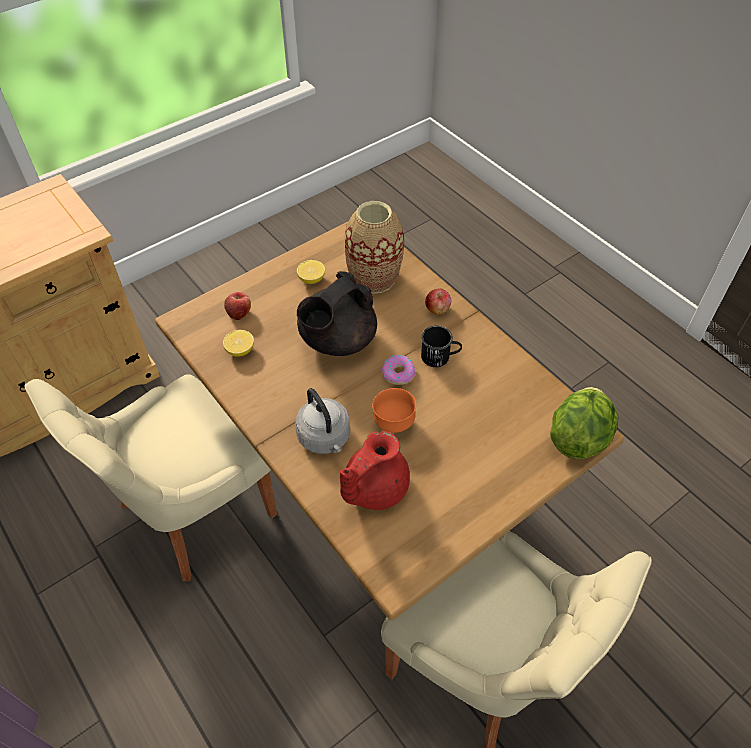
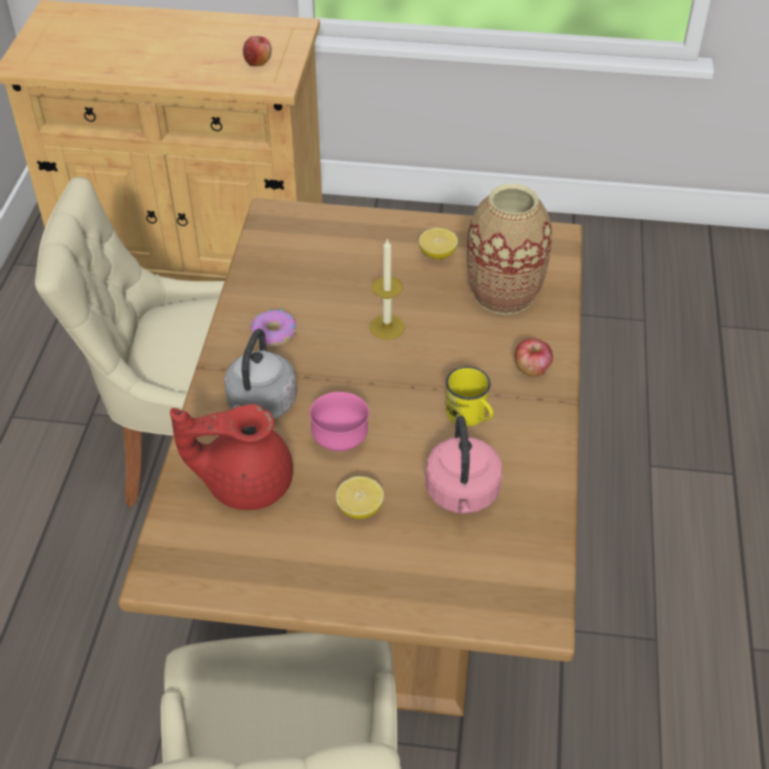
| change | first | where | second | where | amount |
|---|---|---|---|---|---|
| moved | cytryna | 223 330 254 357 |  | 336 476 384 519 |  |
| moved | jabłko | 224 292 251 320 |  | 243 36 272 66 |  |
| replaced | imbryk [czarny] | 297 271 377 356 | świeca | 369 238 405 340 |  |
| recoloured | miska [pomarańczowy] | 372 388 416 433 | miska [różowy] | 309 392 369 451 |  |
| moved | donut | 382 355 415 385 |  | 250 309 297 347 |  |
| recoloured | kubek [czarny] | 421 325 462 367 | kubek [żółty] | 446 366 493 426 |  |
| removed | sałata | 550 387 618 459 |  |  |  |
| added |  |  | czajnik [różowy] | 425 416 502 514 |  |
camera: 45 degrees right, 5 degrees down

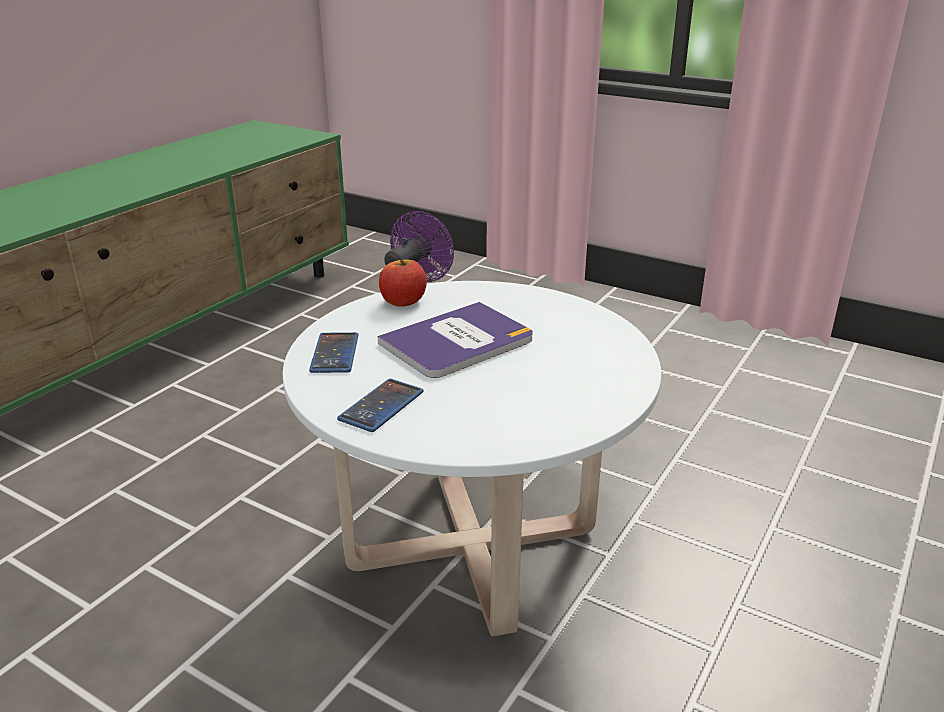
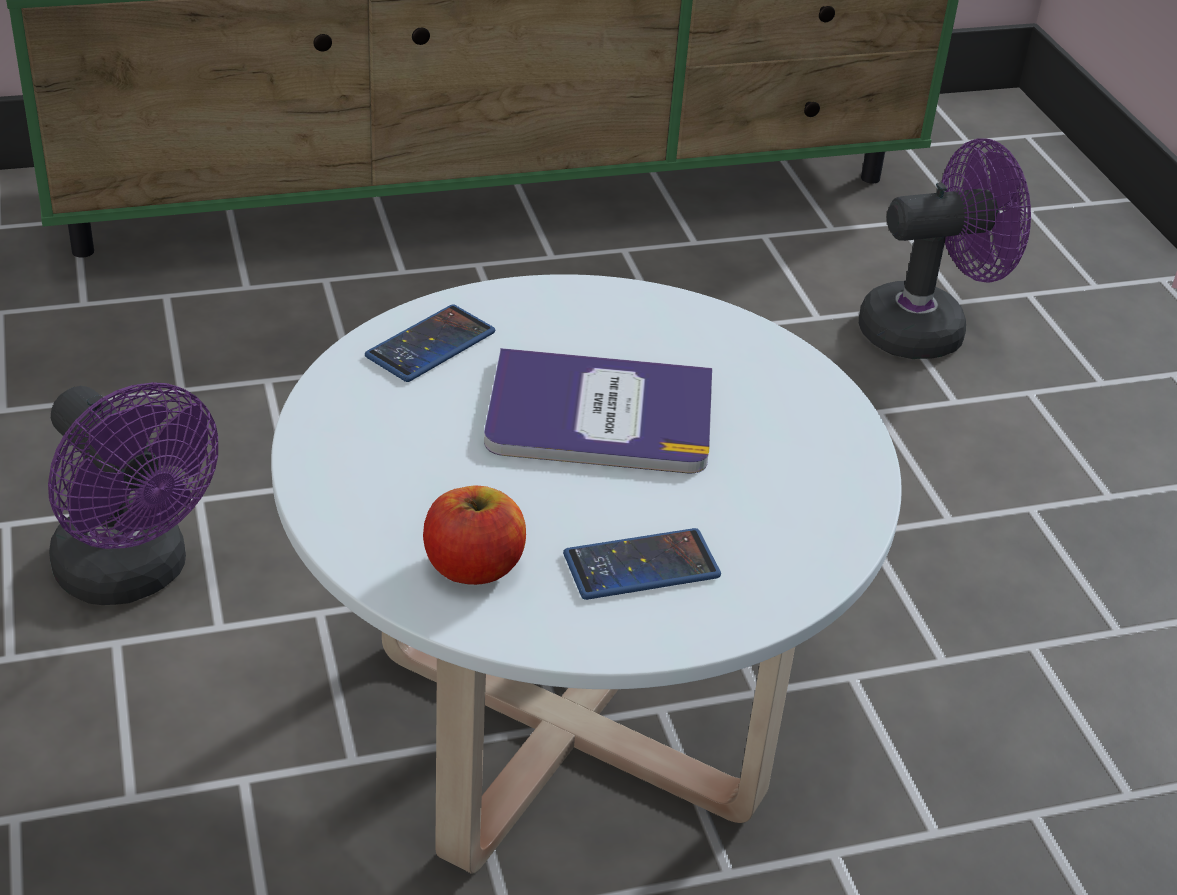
| change | first | where | second | where | amount |
|---|---|---|---|---|---|
| moved | telefon | 337 379 424 432 |  | 563 528 721 600 |  |
| moved | jabłko | 379 259 427 307 |  | 423 486 526 585 |  |
| added |  |  | wentylator [fioletowy] | 48 382 218 605 |  |
camera: 40 degrees right, 10 degrees up

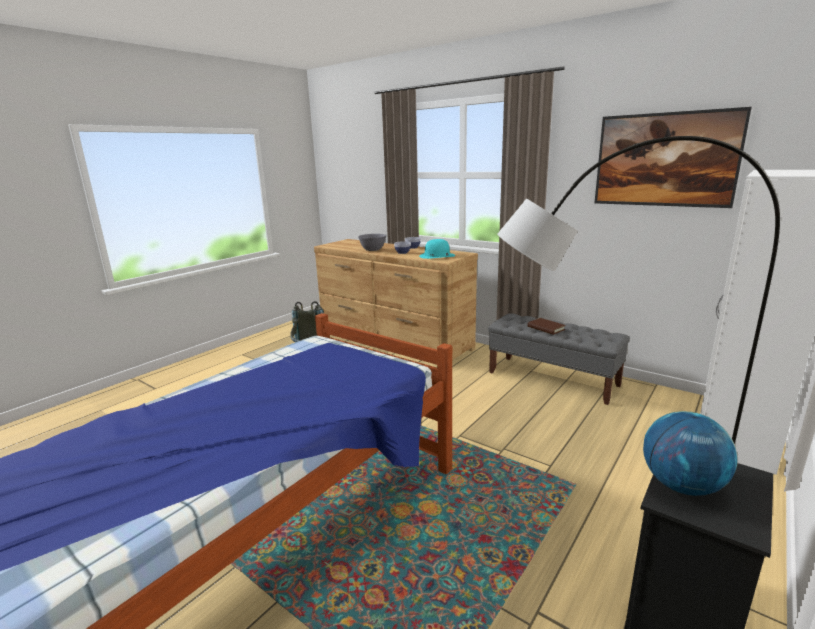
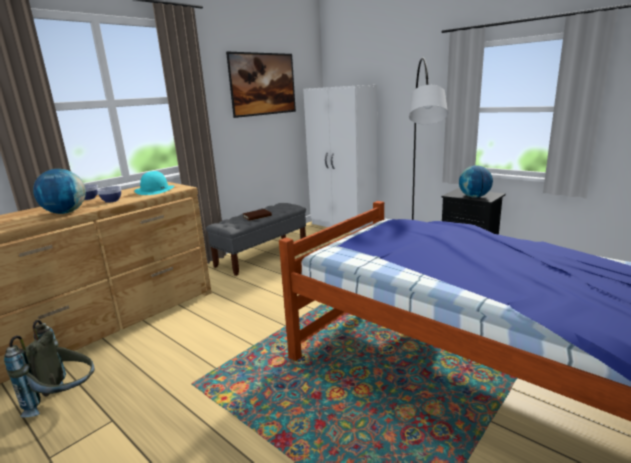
| change | first | where | second | where | amount |
|---|---|---|---|---|---|
| replaced | miska [szary] | 358 234 386 251 | globus | 33 169 86 214 |  |
camera: 85 degrees left, 0 degrees up

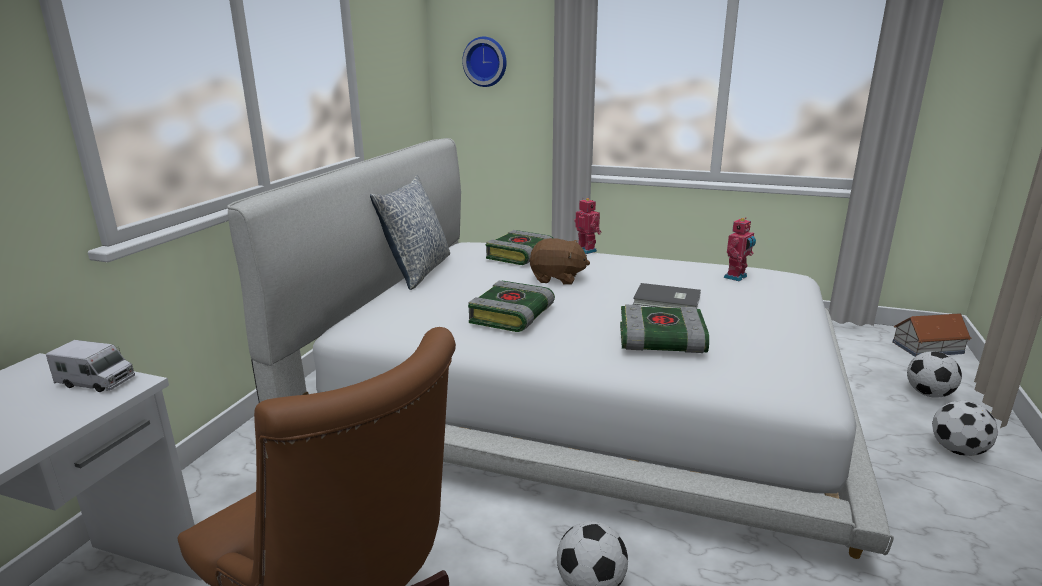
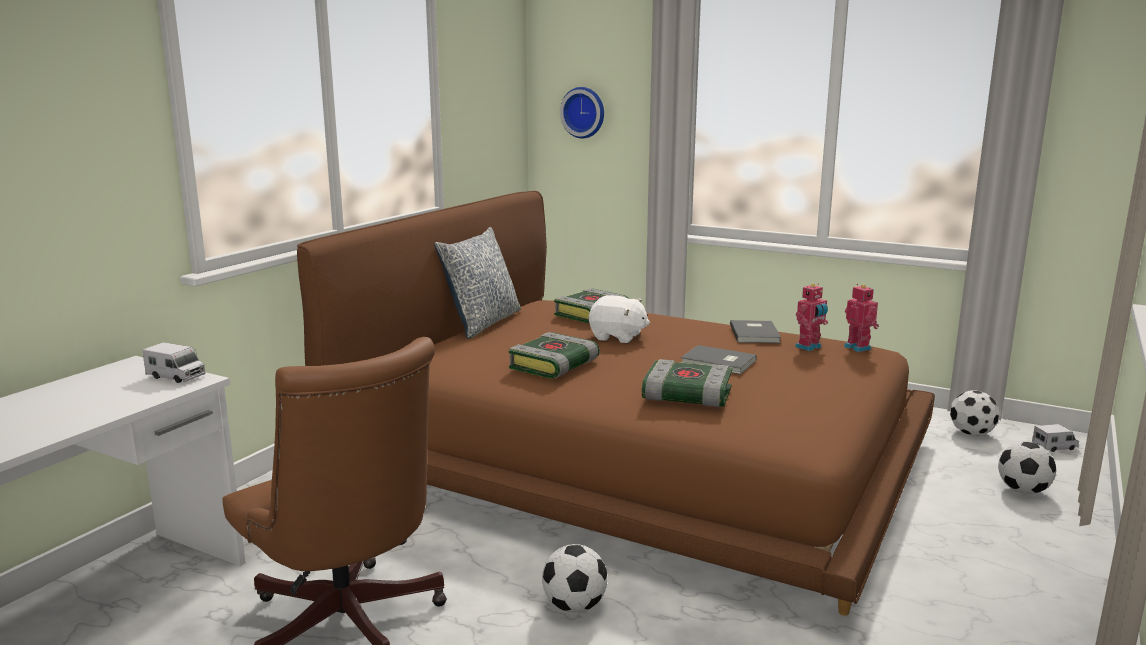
| change | first | where | second | where | amount |
|---|---|---|---|---|---|
| recoloured | łóżko [biały] | 227 138 894 559 | łóżko [brązowy] | 297 191 935 616 |  |
| recoloured | pluszak [brązowy] | 529 238 590 285 | pluszak [biały] | 589 295 650 343 |  |
| moved | robot zabawkowy | 574 198 601 254 |  | 844 284 879 352 |  |
| replaced | domek | 893 313 972 357 | ciężarówka zabawkowa | 1032 424 1079 452 |  |
| moved | piłka futbolowa | 932 401 998 456 |  | 950 390 1000 436 |  |
| added |  |  | książka [szary] | 730 320 781 343 |  |
camera: 10 degrees right, 5 degrees down

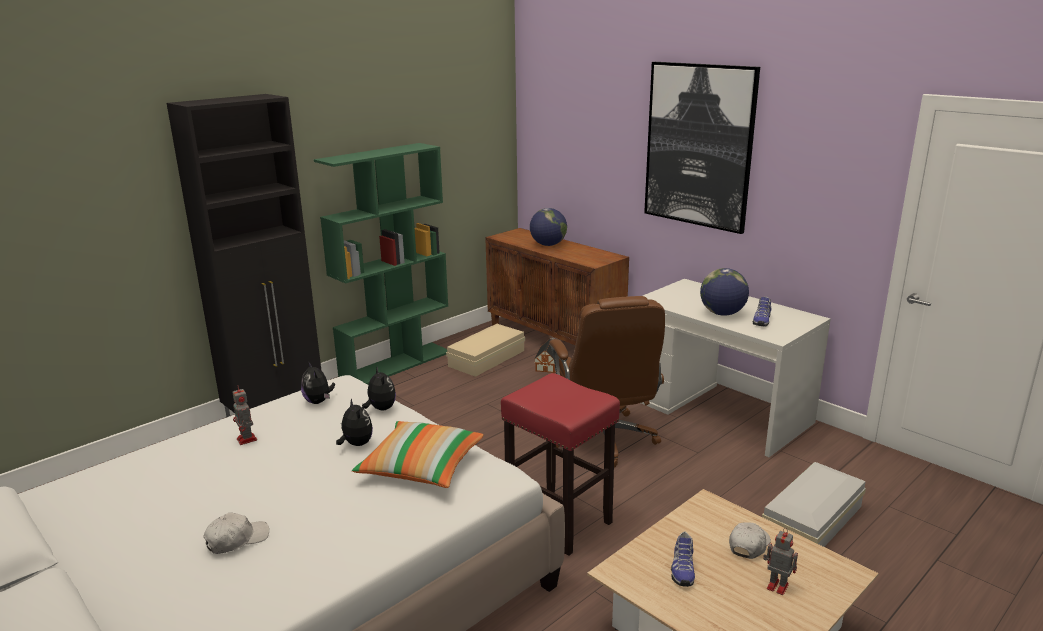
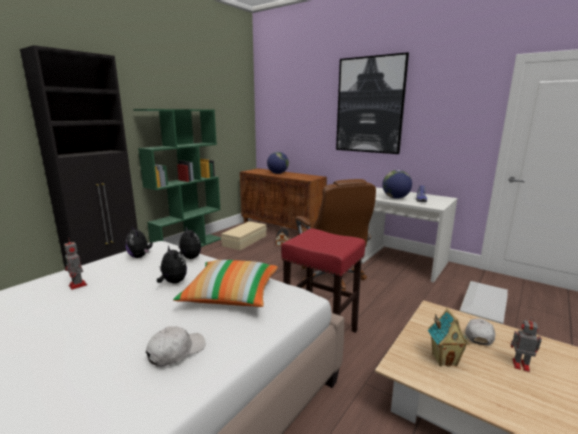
| change | first | where | second | where | amount |
|---|---|---|---|---|---|
| moved | czapka z daszkiem [biały] | 203 513 269 554 |  | 146 326 205 367 |  |
| replaced | but | 671 532 695 587 | domek | 428 307 470 367 |  |
camera: 10 degrees left, 5 degrees down

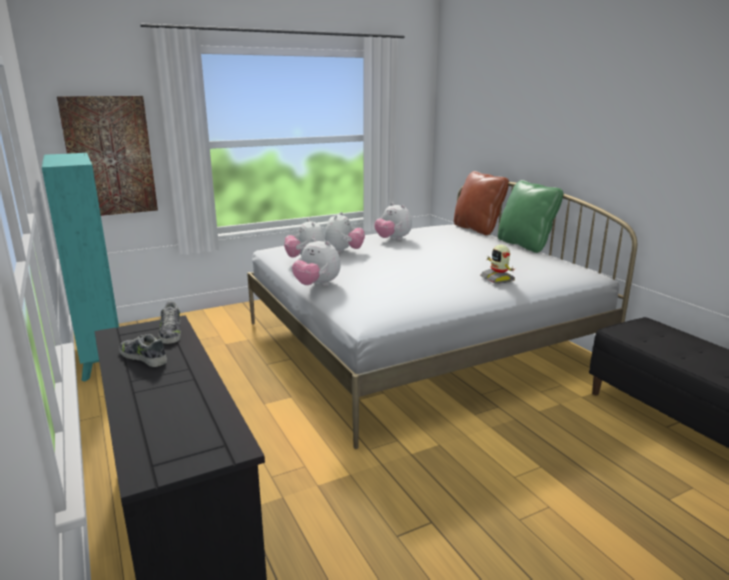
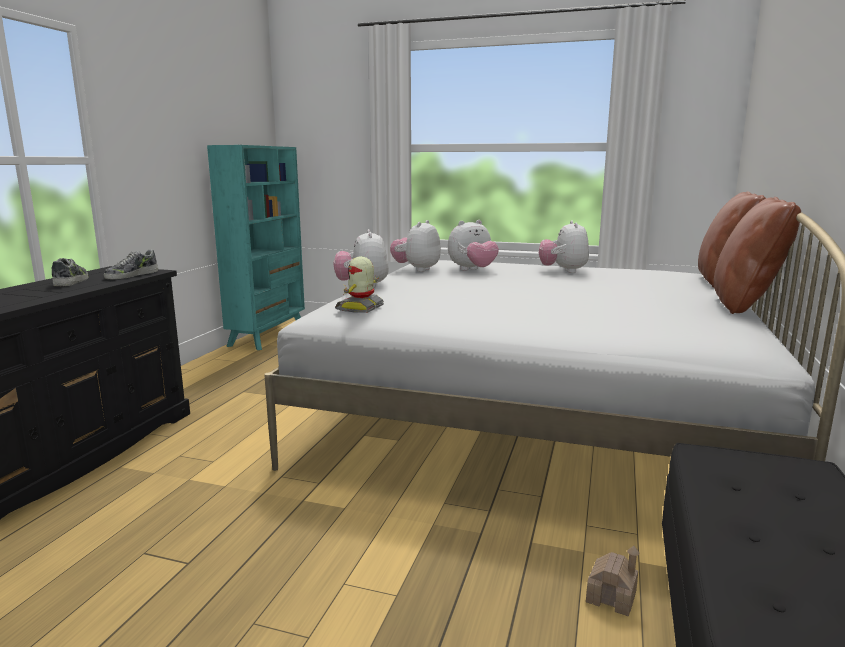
| change | first | where | second | where | amount |
|---|---|---|---|---|---|
| removed | obraz | 57 96 158 216 |  |  |  |
| moved | robot zabawkowy | 480 245 515 284 |  | 335 256 384 313 |  |
| recoloured | poduszka [zielony] | 498 180 564 253 | poduszka [brązowy] | 714 197 801 314 |  |
| added |  |  | domek | 586 546 639 616 |  |
camera: 45 degrees right, 5 degrees down

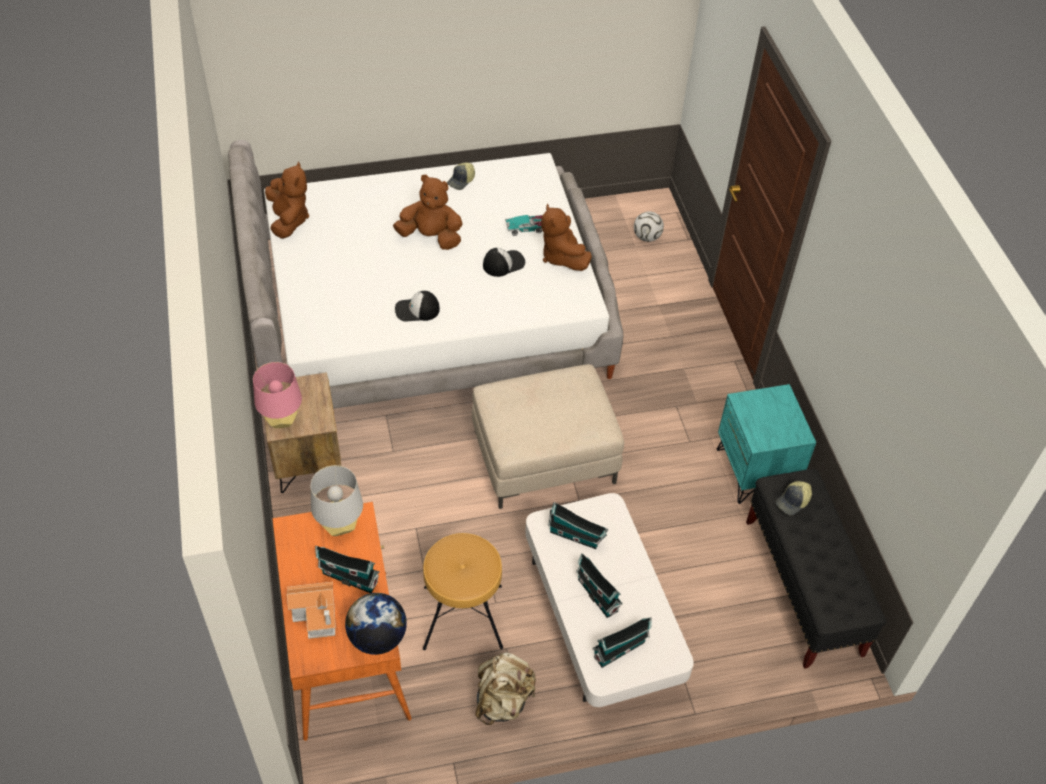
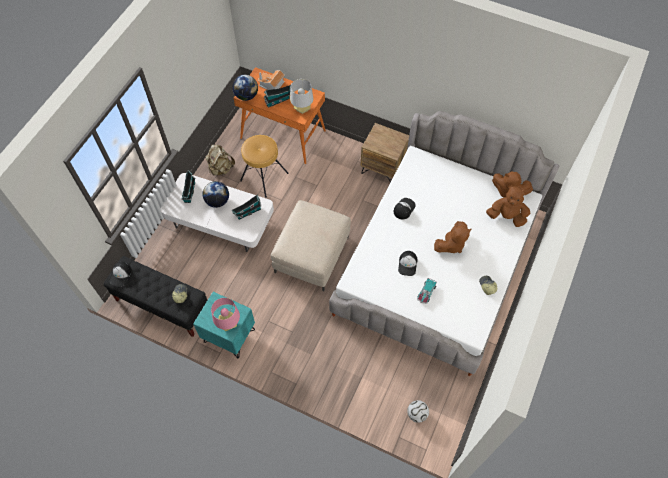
| change | first | where | second | where | amount |
|---|---|---|---|---|---|
| moved | lampa stołowa [różowy] | 253 362 302 428 |  | 211 298 240 331 |  |
| moved | pluszak [brązowy] | 541 203 592 271 |  | 486 185 530 227 |  |
| replaced | domek | 576 553 622 618 | globus | 203 181 229 208 |  |
| added |  |  | czapka z daszkiem | 110 262 132 287 |  |
camera: 130 degrees right, 10 degrees up

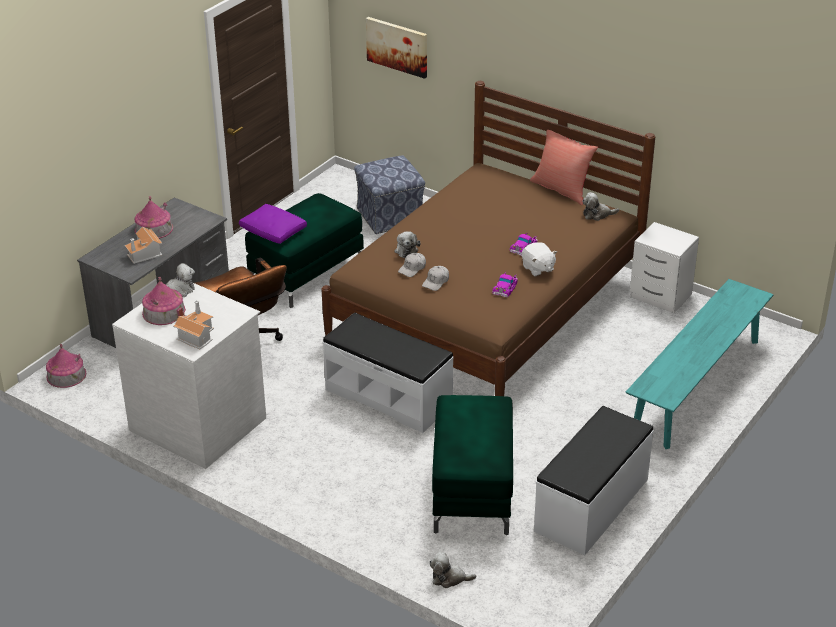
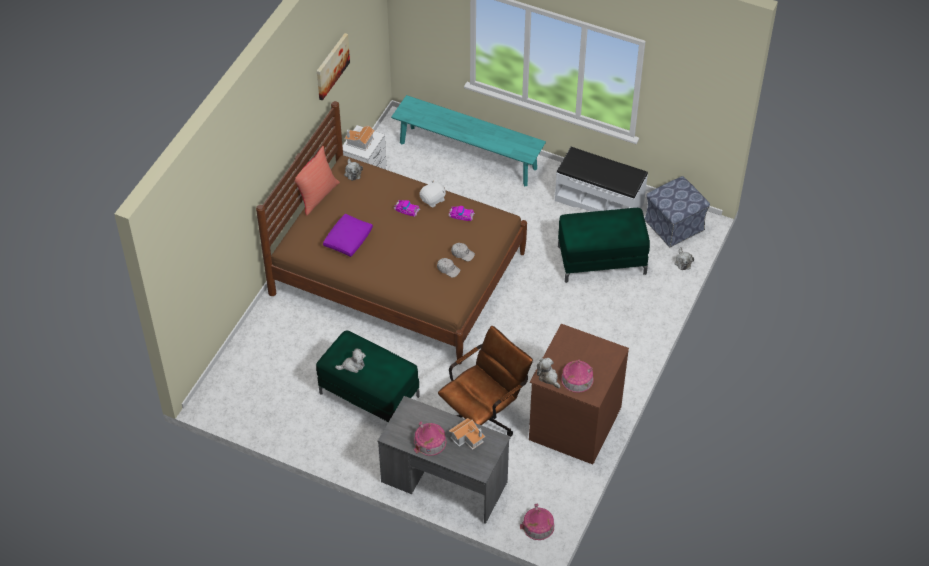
| change | first | where | second | where | amount |
|---|---|---|---|---|---|
| recoloured | komoda [biały] | 112 283 266 469 | komoda [brązowy] | 529 324 629 465 |  |
| moved | domek | 173 300 214 349 |  | 344 126 375 151 |  |
| moved | poduszka [fioletowy] | 239 204 307 244 |  | 323 214 373 257 |  |
| removed | ławka [biały] | 322 313 453 433 |  |  |  |
| moved | pufa | 354 155 425 234 |  | 645 176 710 247 |  |
| moved | obraz | 366 17 427 79 |  | 317 33 350 100 |  |
| moved | pluszak | 395 231 420 258 |  | 335 349 366 373 |  |
camera: 100 degrees left, 15 degrees up

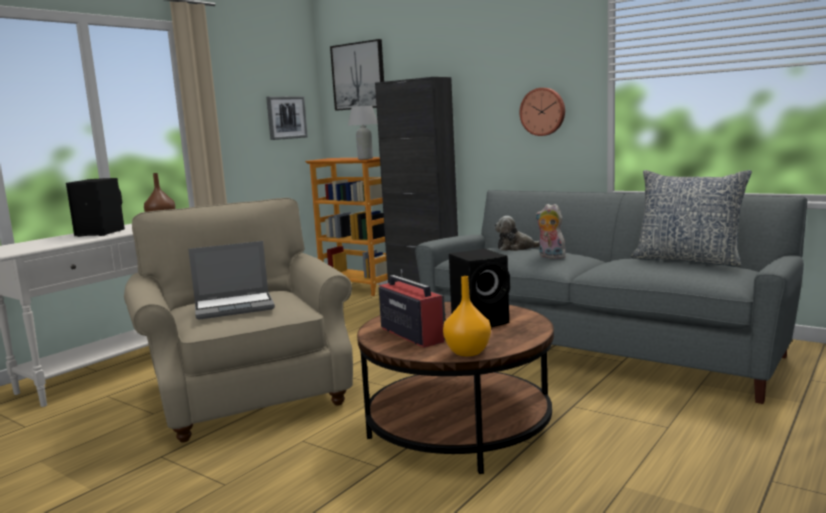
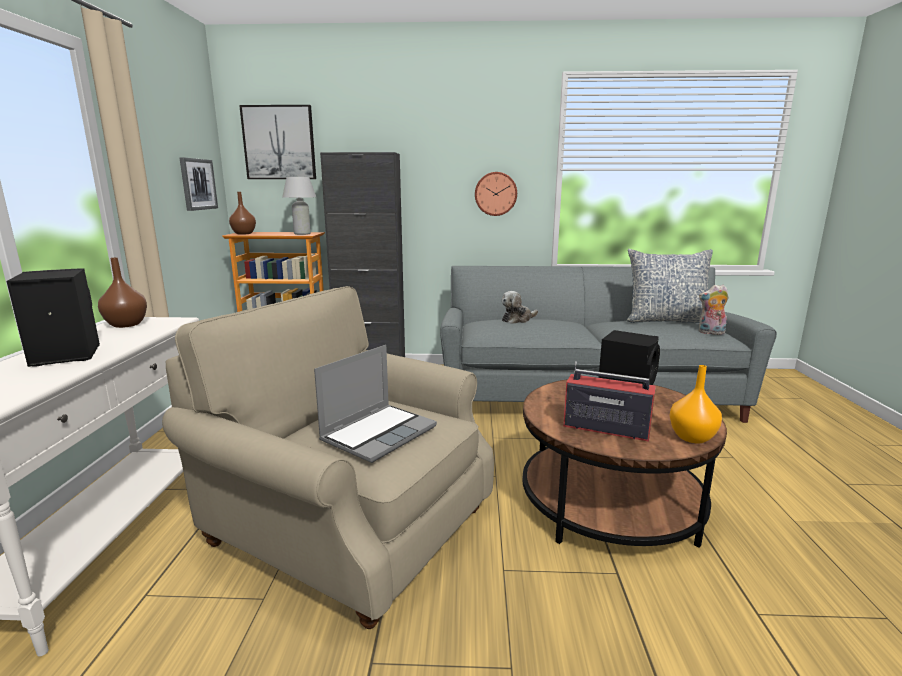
| change | first | where | second | where | amount |
|---|---|---|---|---|---|
| moved | pluszak | 535 204 566 259 |  | 699 285 729 335 |  |
| added |  |  | wazon [brązowy] | 229 192 256 235 |  |
camera: 35 degrees left, 5 degrees up

